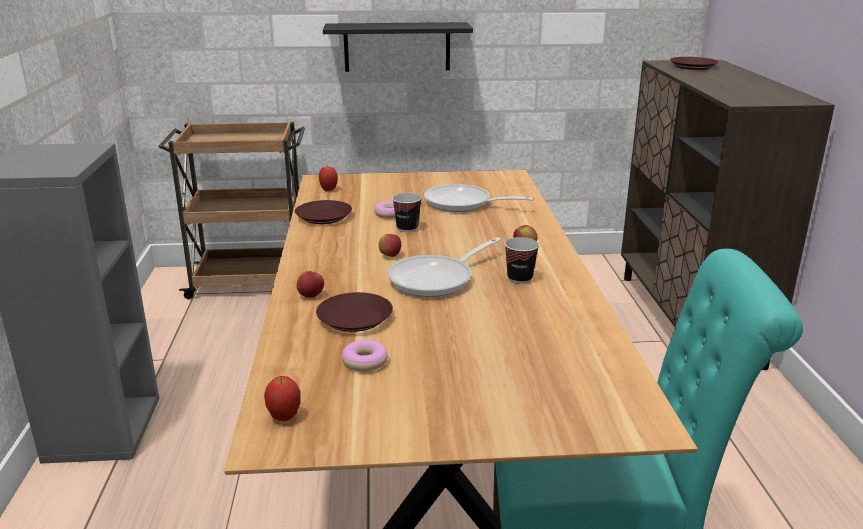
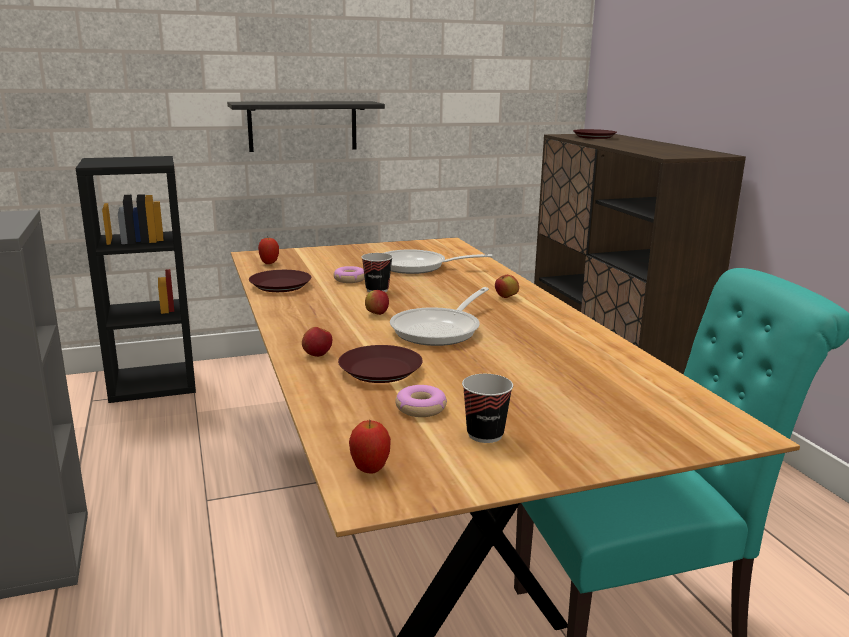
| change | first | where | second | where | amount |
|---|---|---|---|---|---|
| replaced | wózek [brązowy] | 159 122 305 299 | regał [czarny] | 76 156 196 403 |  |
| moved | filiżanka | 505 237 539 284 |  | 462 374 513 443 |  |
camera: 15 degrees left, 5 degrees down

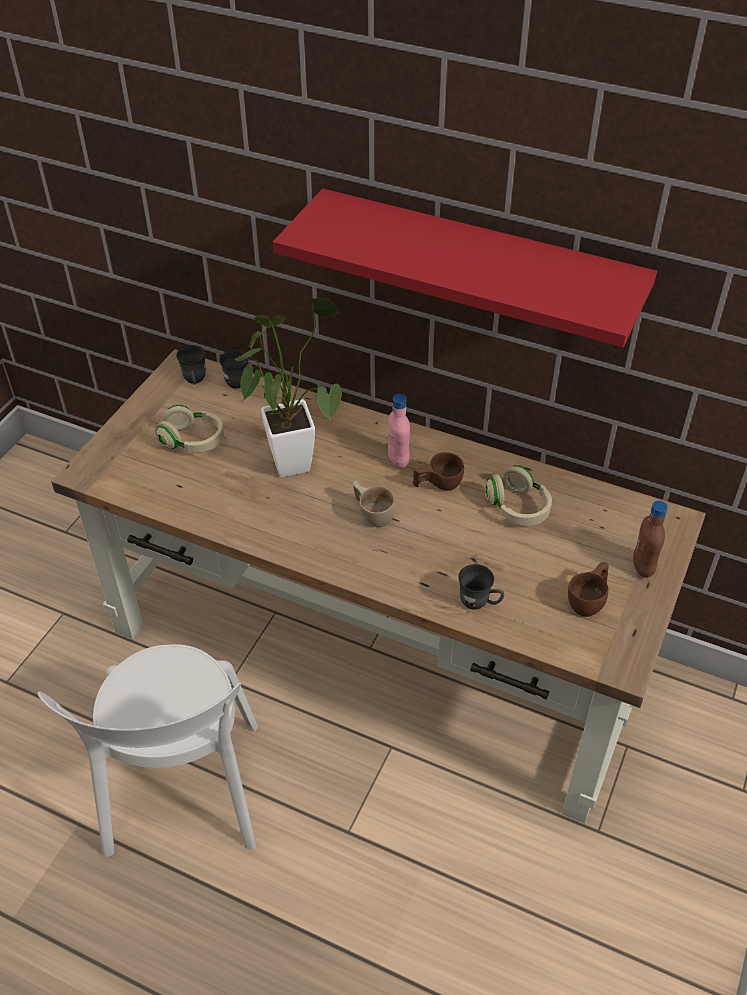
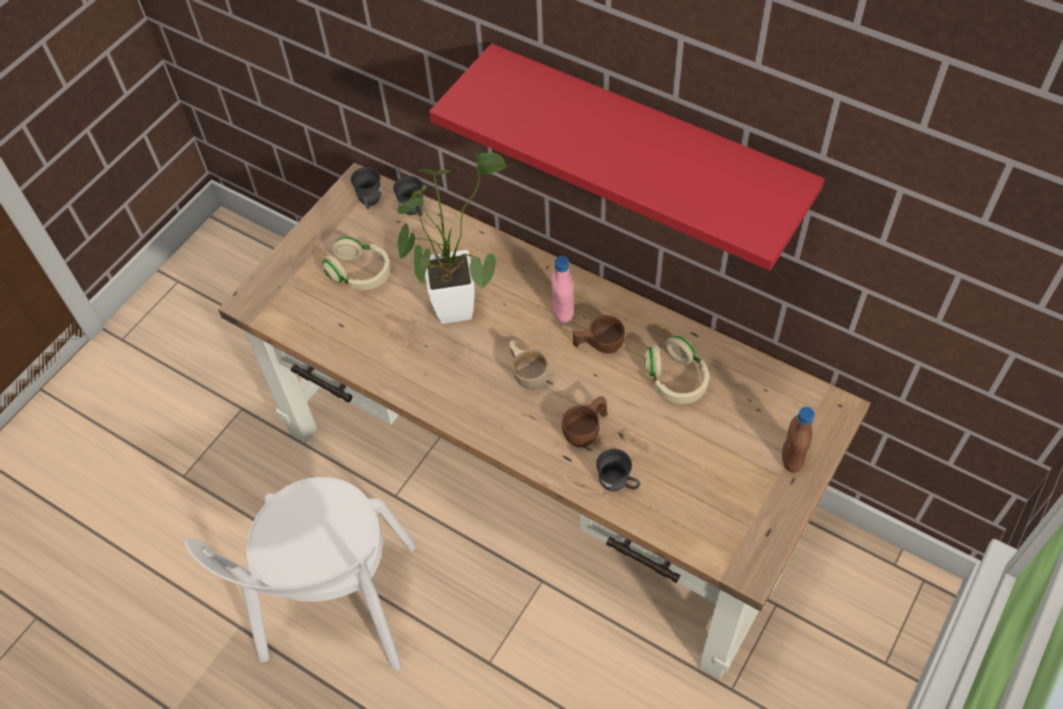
| change | first | where | second | where | amount |
|---|---|---|---|---|---|
| moved | filiżanka [brązowy] | 568 562 609 617 |  | 562 396 608 447 |  |
camera: 10 degrees right, 10 degrees up

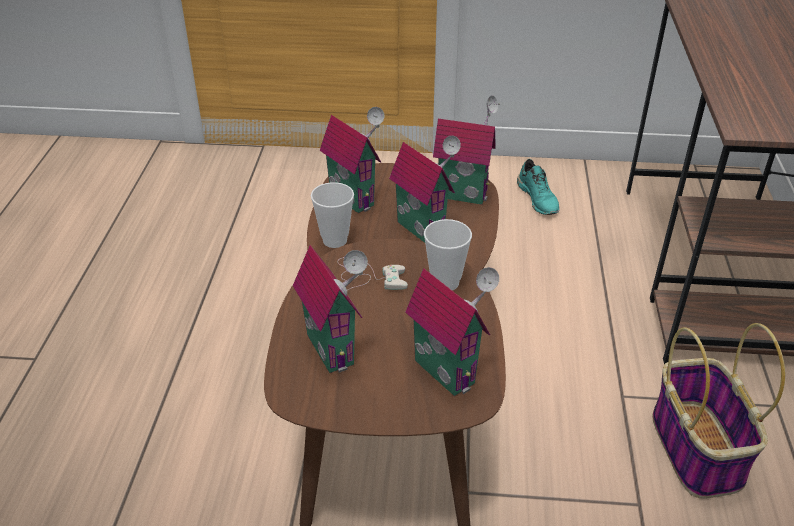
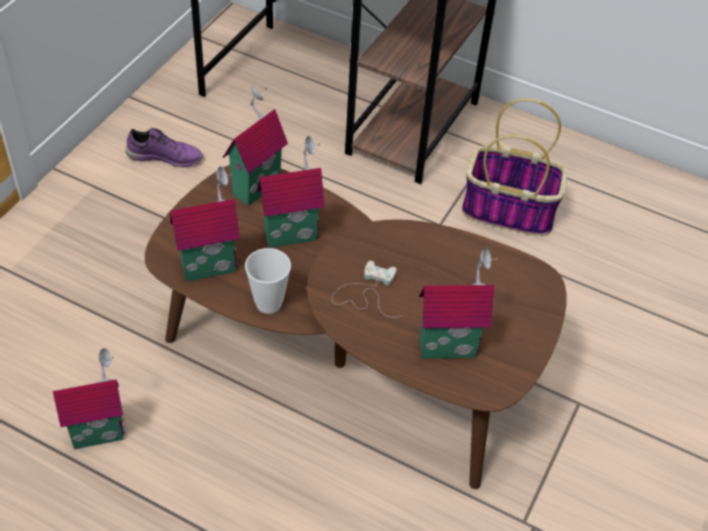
| change | first | where | second | where | amount |
|---|---|---|---|---|---|
| moved | domek | 405 267 499 396 |  | 53 348 126 449 |  |
| removed | filiżanka | 424 219 472 291 |  |  |  |
| recoloured | but [turkusowy] | 517 159 560 215 | but [fioletowy] | 126 128 203 167 |  |
camera: 70 degrees left, 10 degrees up

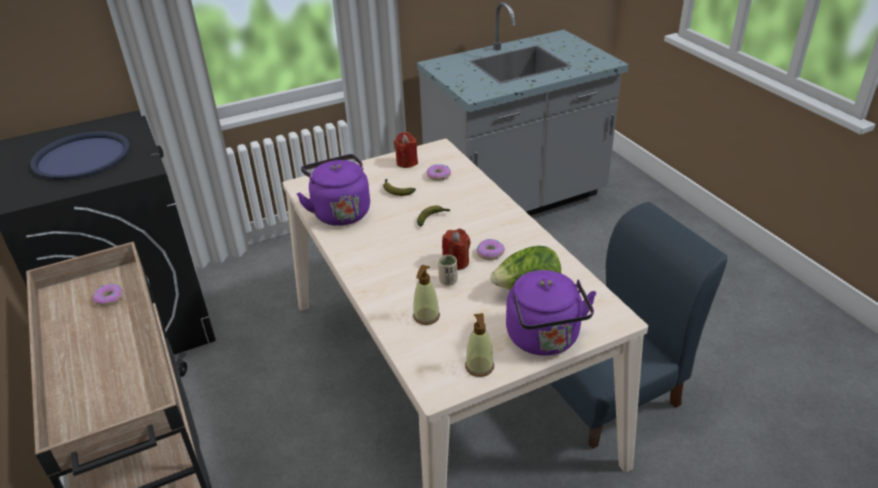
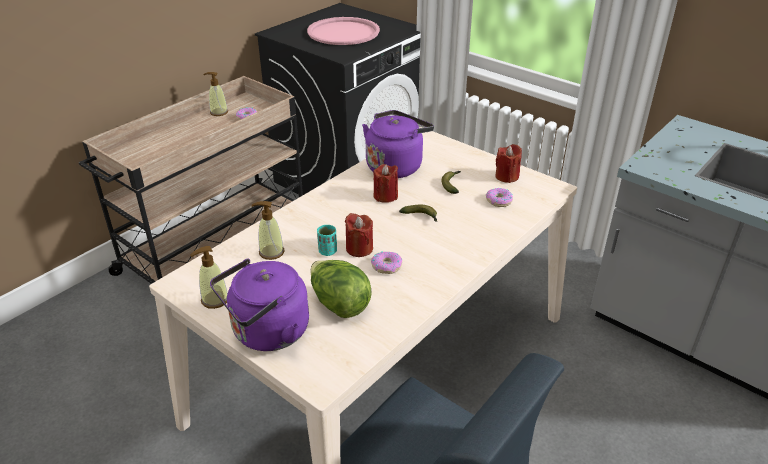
| change | first | where | second | where | amount |
|---|---|---|---|---|---|
| recoloured | taca [niebieski] | 30 131 130 180 | taca [różowy] | 307 17 380 45 |  |
| recoloured | filiżanka [beżowy] | 438 255 458 286 | filiżanka [turkusowy] | 317 225 337 256 |  |
| added |  |  | dozownik mydła | 203 72 228 116 |  |
| added |  |  | świeca [czerwony] | 374 164 398 203 |  |
camera: 65 degrees right, 0 degrees up

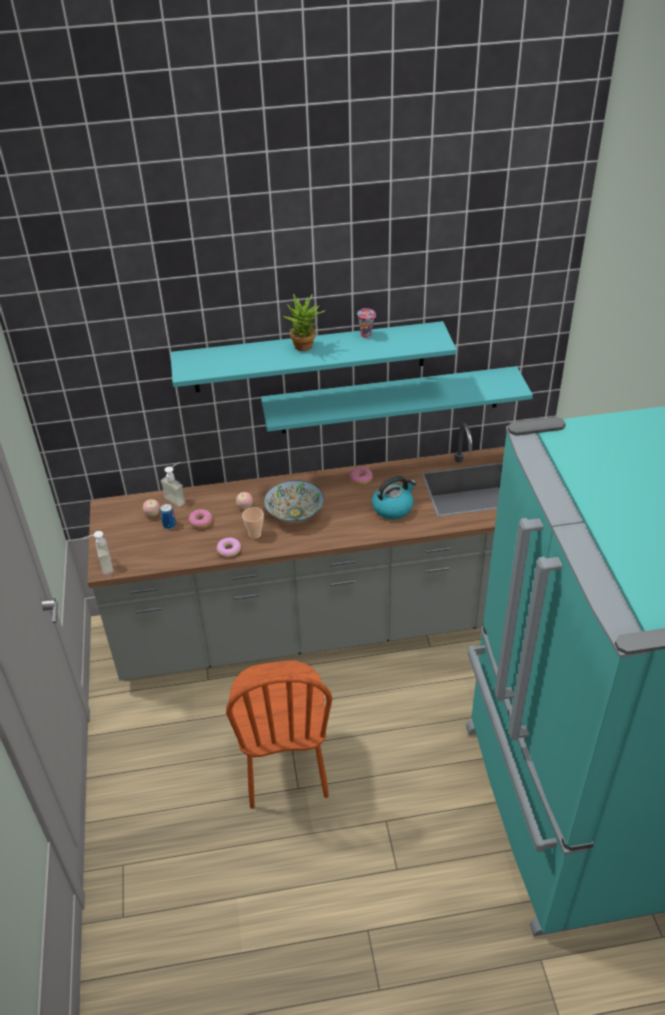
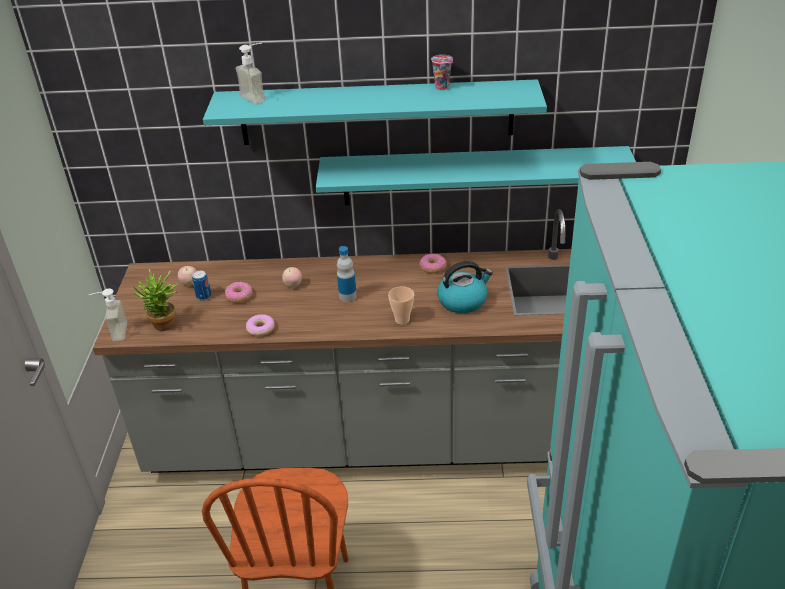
| change | first | where | second | where | amount |
|---|---|---|---|---|---|
| moved | dozownik mydła | 160 462 186 507 |  | 236 43 266 105 |  |
| moved | filiżanka | 242 507 264 539 |  | 388 286 414 324 |  |
| replaced | miska | 264 480 324 522 | butelka | 337 246 357 302 |  |
| moved | roślina doniczkowa | 283 294 325 351 |  | 133 269 178 331 |  |
camera: 10 degrees right, 5 degrees down

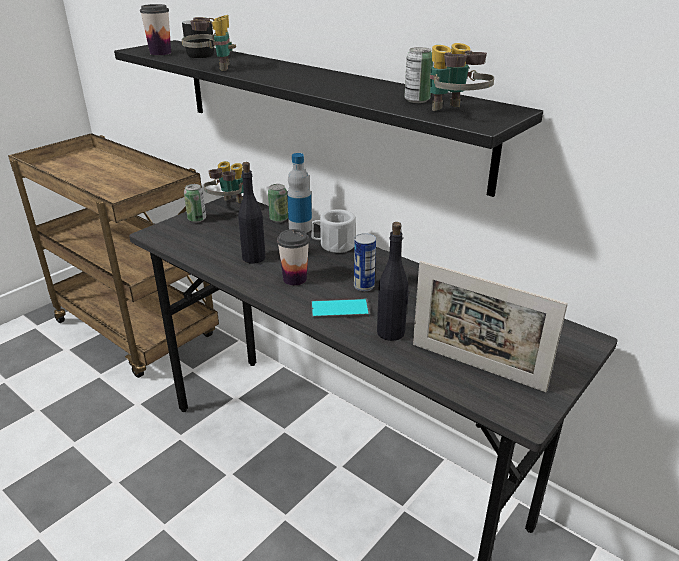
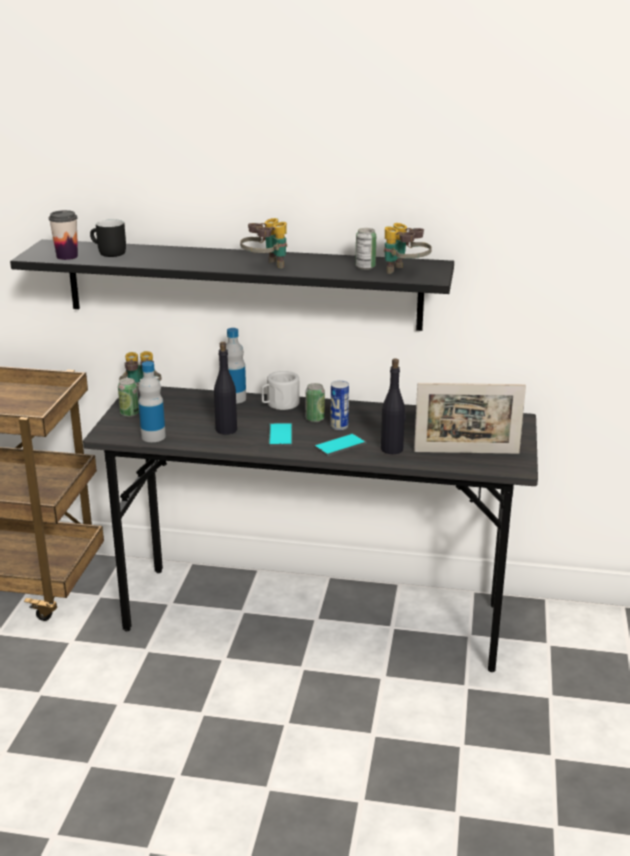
| change | first | where | second | where | amount |
|---|---|---|---|---|---|
| moved | lornetka | 181 15 236 71 |  | 240 218 287 268 |  |
| moved | puszka | 268 184 288 222 |  | 305 383 325 422 |  |
| replaced | filiżanka | 277 229 310 286 | telefon | 269 423 292 447 |  |
| added |  |  | butelka | 138 361 166 442 |  |
camera: 30 degrees left, 5 degrees down

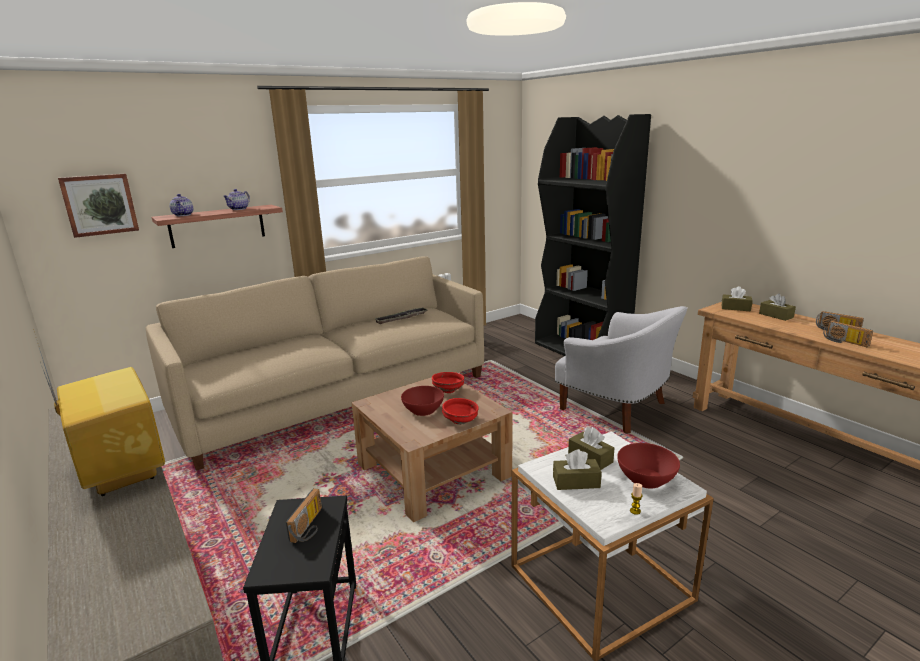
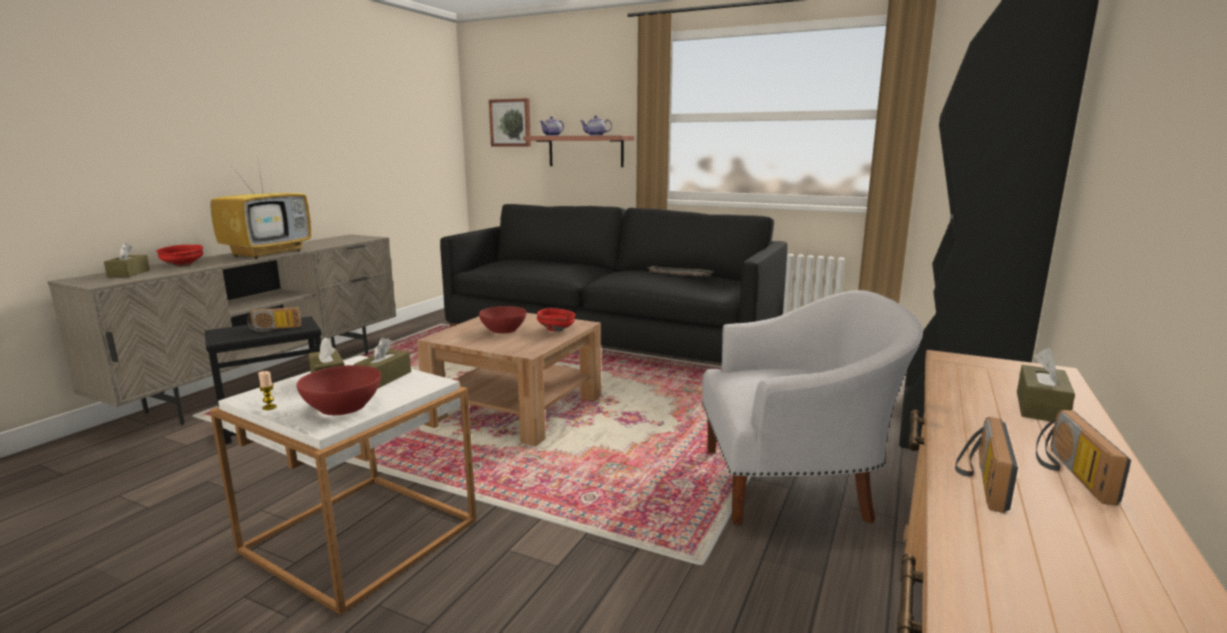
| change | first | where | second | where | amount |
|---|---|---|---|---|---|
| recoloured | kanapa [beżowy] | 146 256 484 471 | kanapa [czarny] | 440 204 788 363 |  |
| moved | miska [czerwony] | 442 398 479 425 |  | 156 245 203 267 |  |
| turned | fotel [biały] | 555 306 688 434 |  | 702 290 923 524 | 105 degrees counterclockwise |
| moved | pudełko chusteczek [brązowy] | 722 286 753 311 |  | 104 242 150 278 |  |
camera: 60 degrees right, 5 degrees down

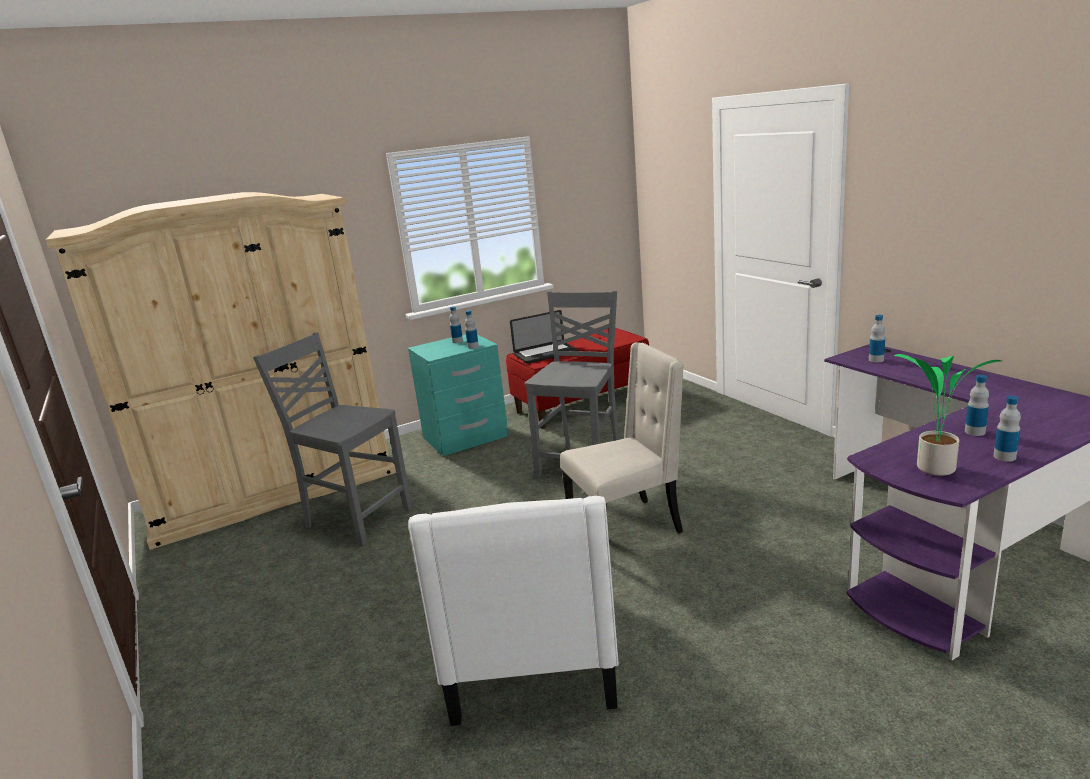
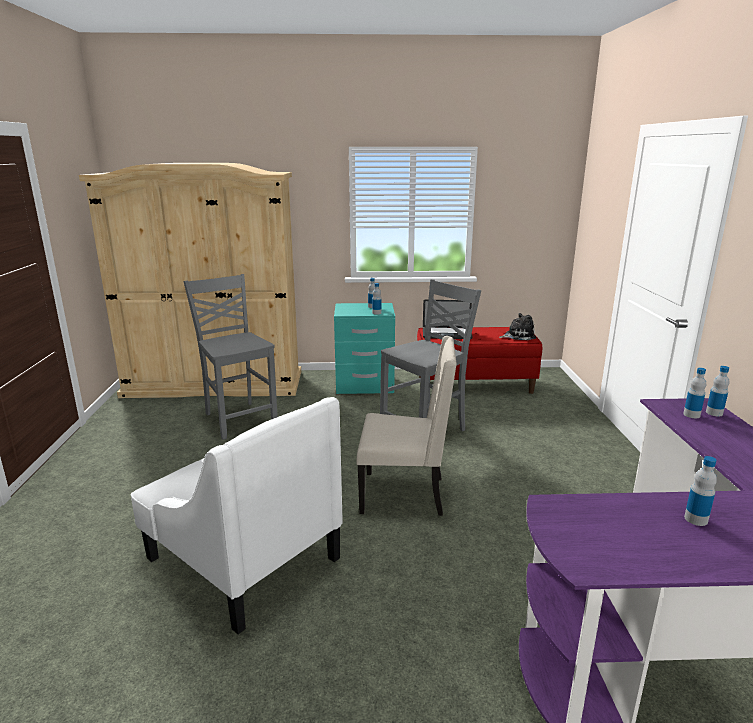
| change | first | where | second | where | amount |
|---|---|---|---|---|---|
| turned | fotel [biały] | 408 496 619 726 |  | 131 397 343 634 | 75 degrees counterclockwise |
| removed | roślina doniczkowa | 894 354 1002 476 |  |  |  |
| moved | butelka | 993 396 1021 462 |  | 706 366 729 417 |  |
| added |  |  | pluszak | 499 313 536 340 |  |
camera: 25 degrees right, 0 degrees up

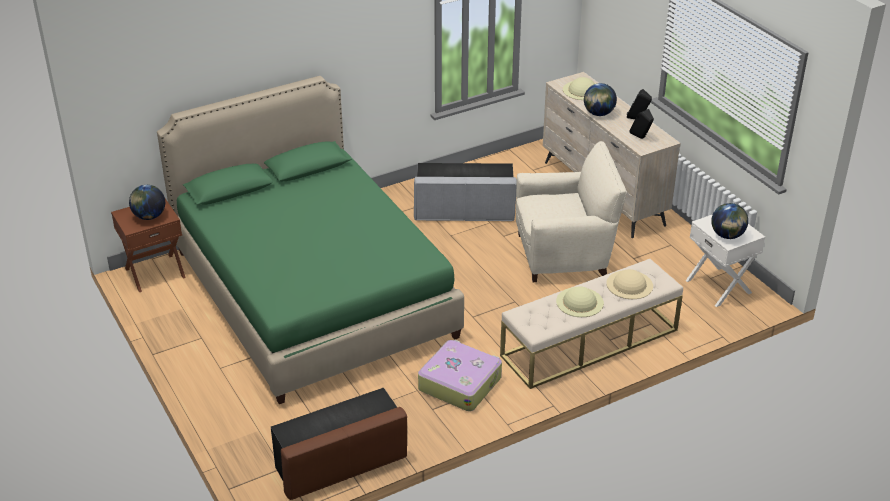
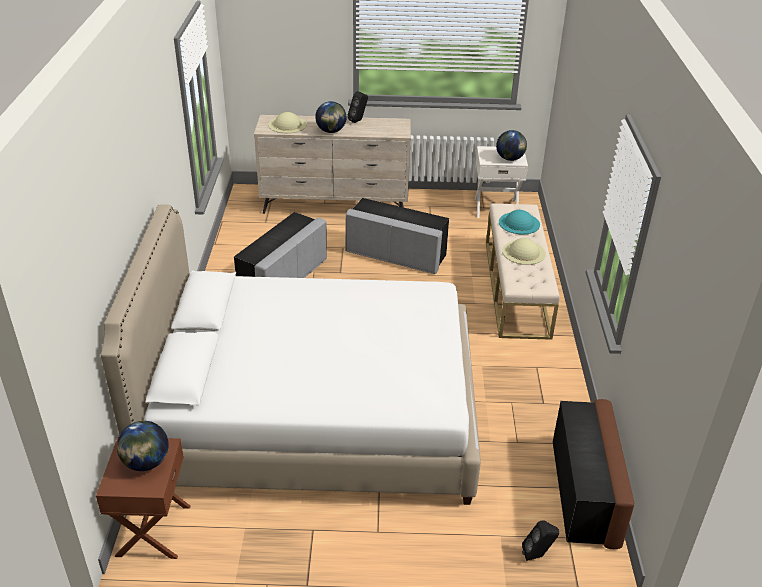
| change | first | where | second | where | amount |
|---|---|---|---|---|---|
| recoloured | łóżko [zielony] | 157 76 464 404 | łóżko [biały] | 101 204 481 505 |  |
| removed | walizka | 418 340 502 411 |  |  |  |
| replaced | fotel [beżowy] | 516 141 627 282 | pufa [szary] | 345 198 449 274 |  |
| recoloured | kapelusz [beżowy] | 606 269 653 299 | kapelusz [turkusowy] | 499 210 540 235 |  |
| moved | głośnik [czarny] | 630 109 654 139 |  | 522 520 559 561 |  |
camera: 60 degrees left, 0 degrees up

